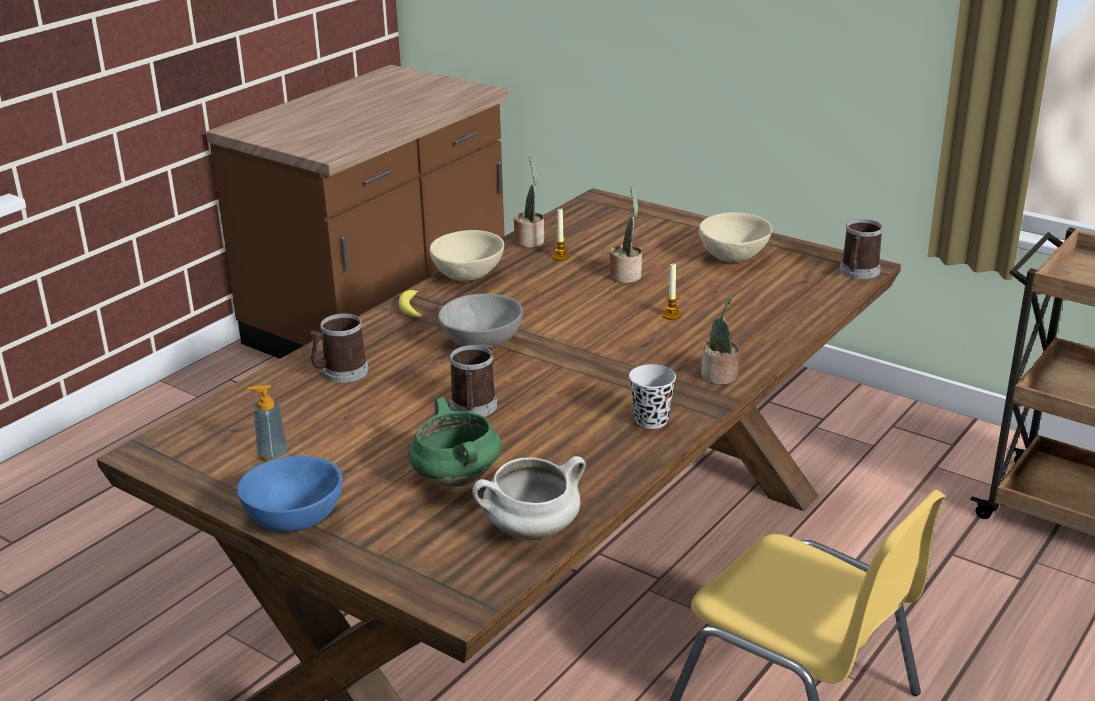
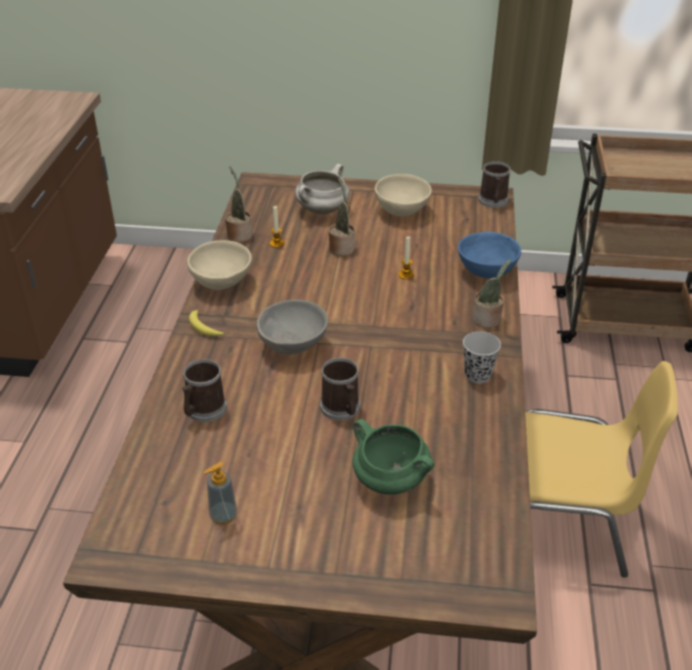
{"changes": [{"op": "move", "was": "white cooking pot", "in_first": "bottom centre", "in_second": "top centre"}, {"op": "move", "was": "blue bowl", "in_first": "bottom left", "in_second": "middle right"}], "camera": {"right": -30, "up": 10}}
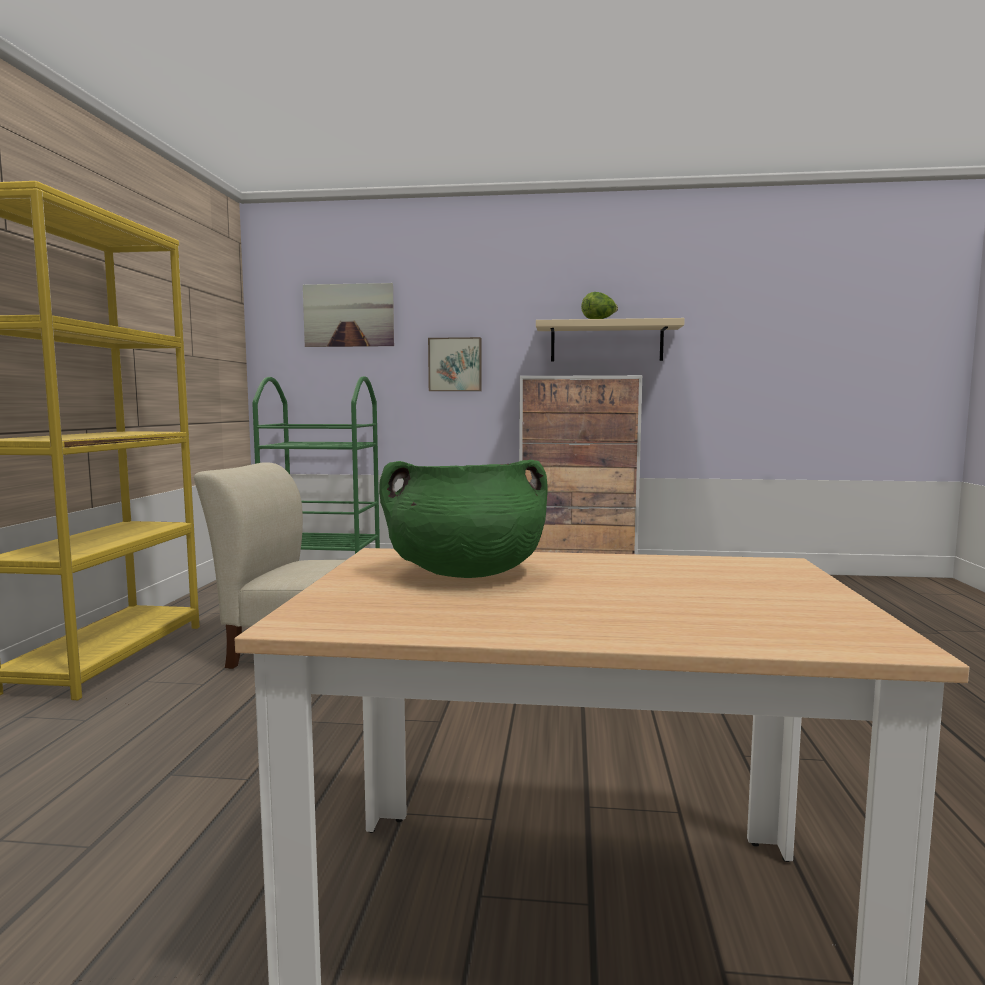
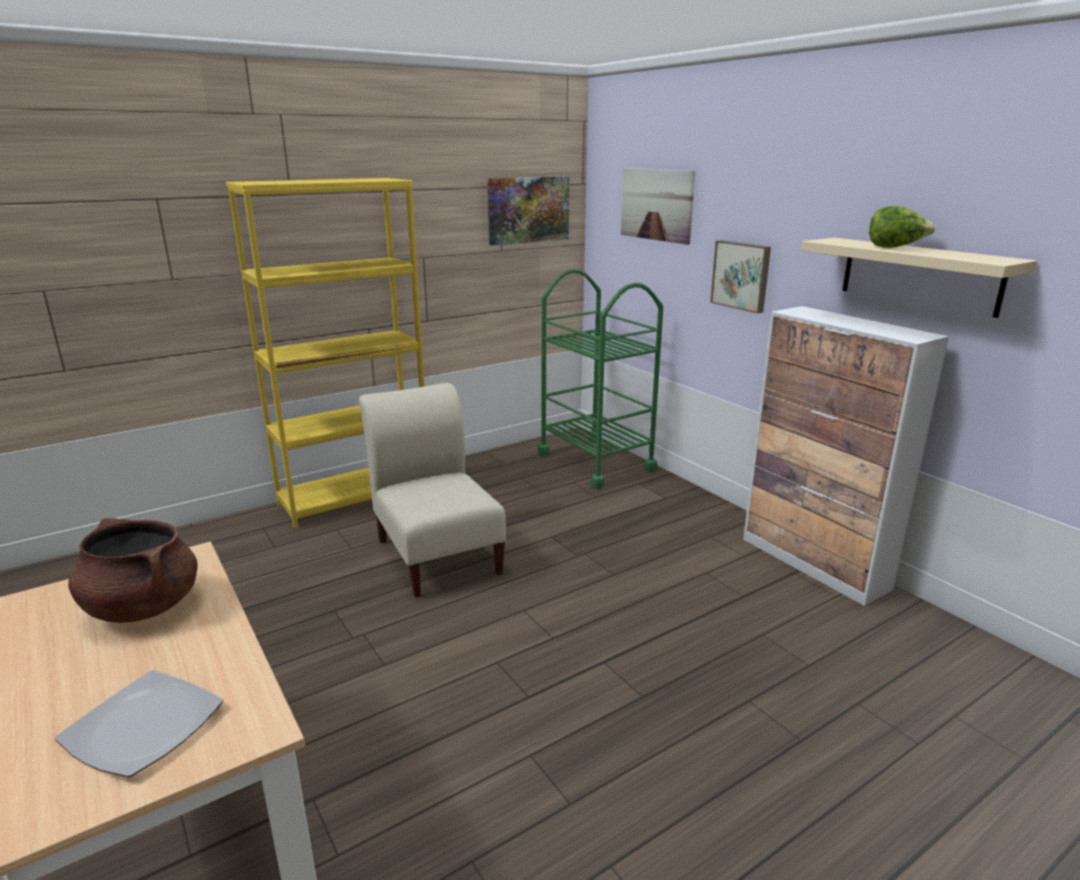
{"changes": [{"op": "insert", "now": "plate", "in_second": "bottom left"}, {"op": "recolor", "was": "green cooking pot", "now": "brown cooking pot", "in_first": "centre", "in_second": "middle left"}, {"op": "insert", "now": "picture (1st from left)", "in_second": "top centre"}], "camera": {"right": 50, "up": 15}}
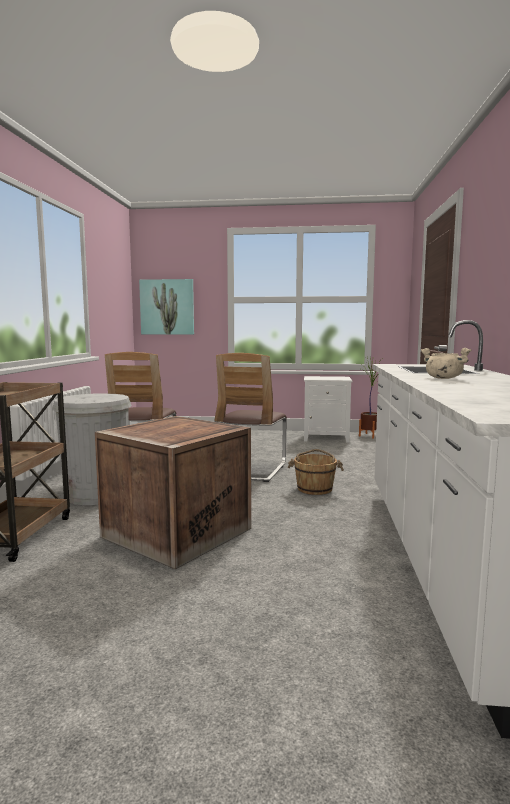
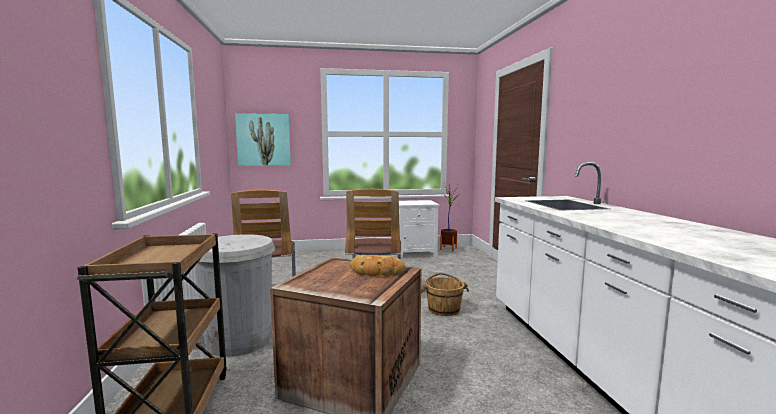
{"changes": [{"op": "insert", "now": "bread", "in_second": "centre"}, {"op": "delete", "was": "beige cooking pot", "in_first": "middle right"}], "camera": {"right": -15, "up": 0}}
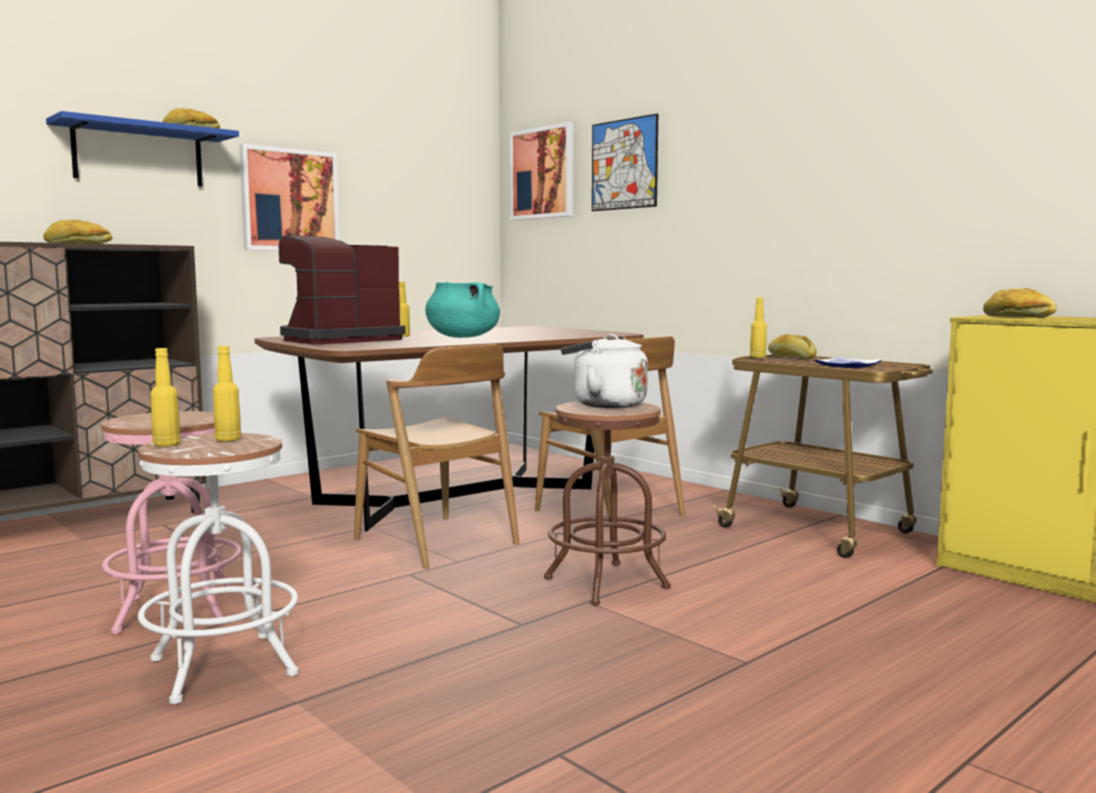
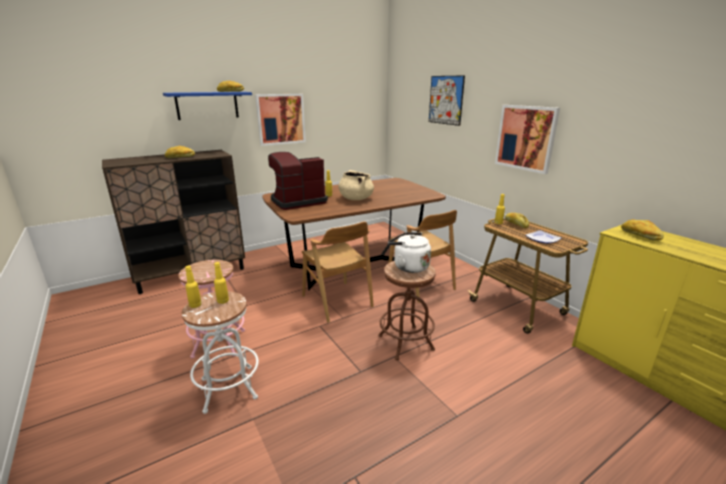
{"changes": [{"op": "recolor", "was": "turquoise cooking pot", "now": "beige cooking pot", "in_first": "centre", "in_second": "centre"}, {"op": "move", "was": "picture (2nd from left in the first image)", "now": "picture (3rd from left)", "in_first": "top centre", "in_second": "top right"}], "camera": {"right": 10, "up": 15}}
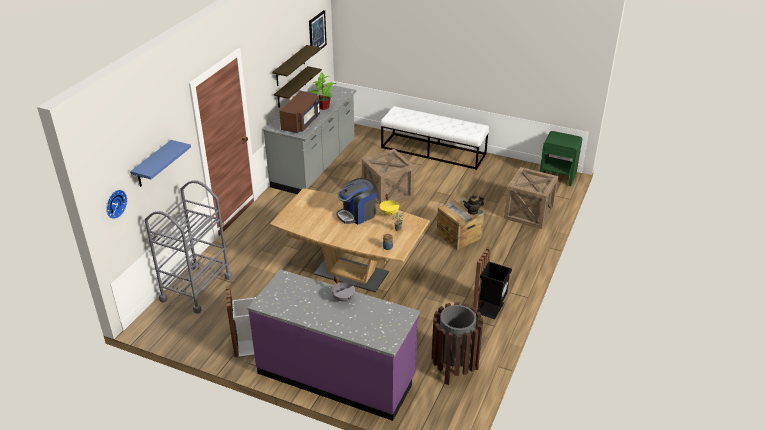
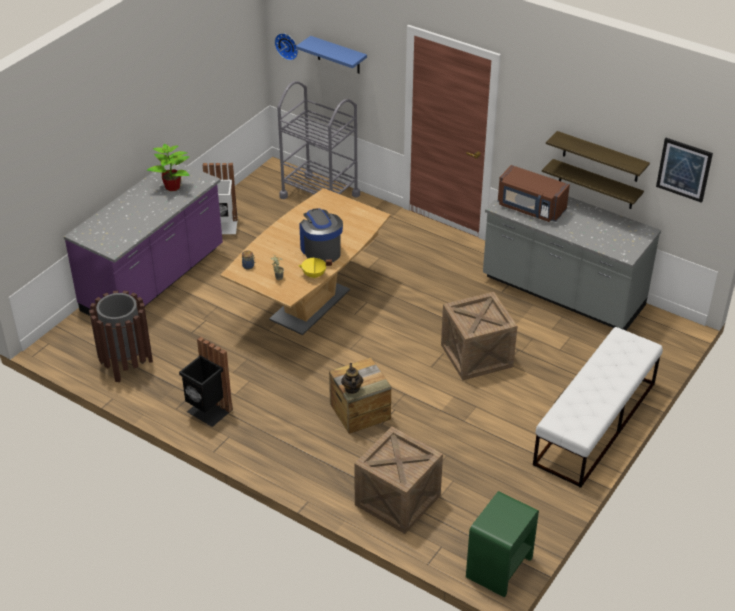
{"changes": [{"op": "move", "was": "potted plant (1st from left)", "in_first": "top centre", "in_second": "top left"}, {"op": "delete", "was": "grey cooking pot", "in_first": "bottom centre"}], "camera": {"right": 100, "up": 5}}
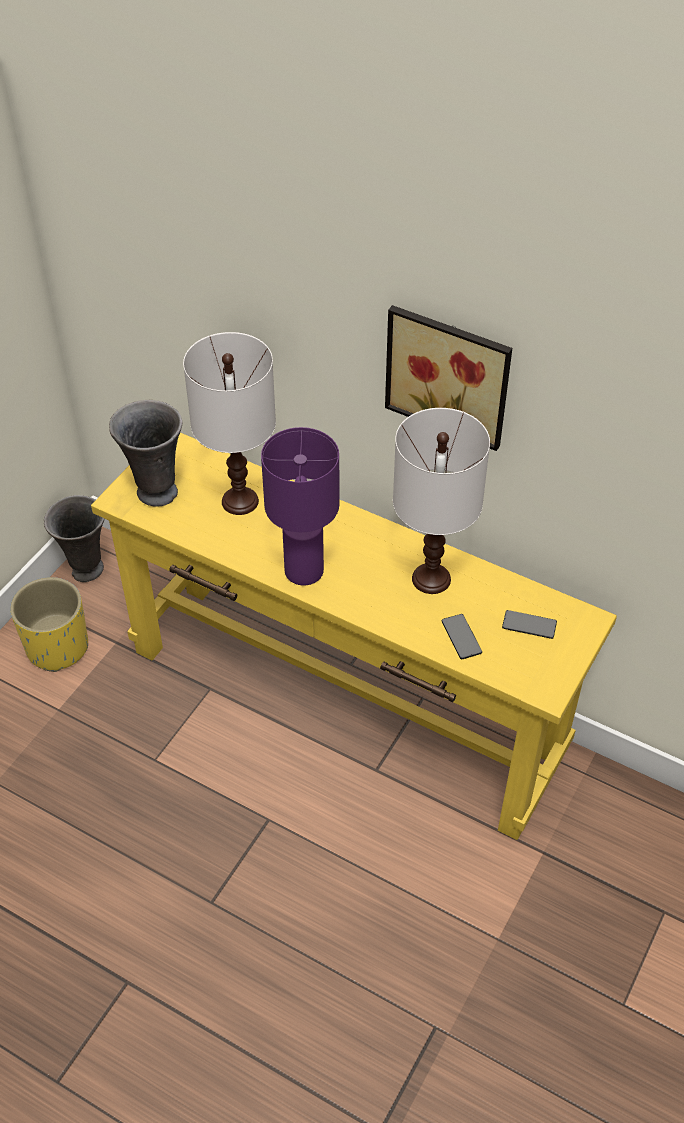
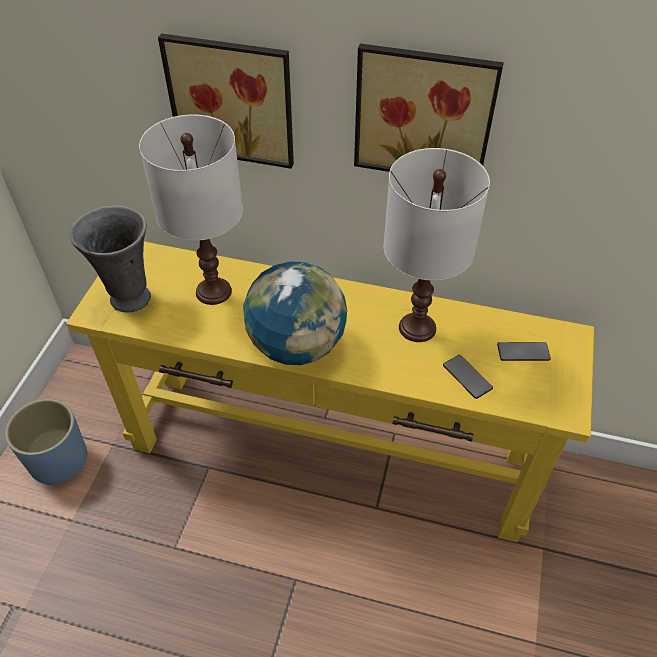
{"changes": [{"op": "recolor", "was": "yellow planter", "now": "blue planter", "in_first": "middle left", "in_second": "bottom left"}, {"op": "insert", "now": "picture (1st from left)", "in_second": "top centre"}, {"op": "replace", "was": "purple table lamp", "now": "globe", "in_first": "centre", "in_second": "centre"}, {"op": "delete", "was": "grey vase (1st from left)", "in_first": "middle left"}], "camera": {"right": -15, "up": 0}}
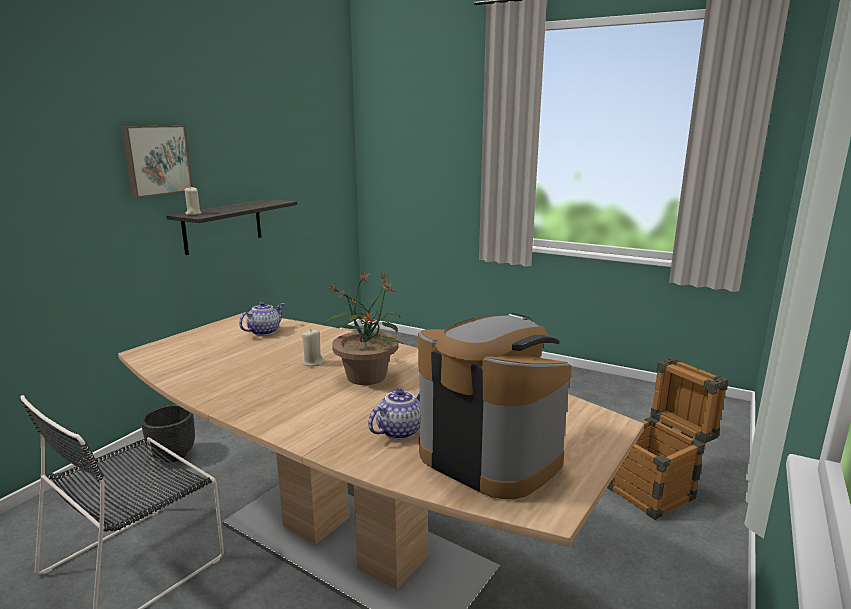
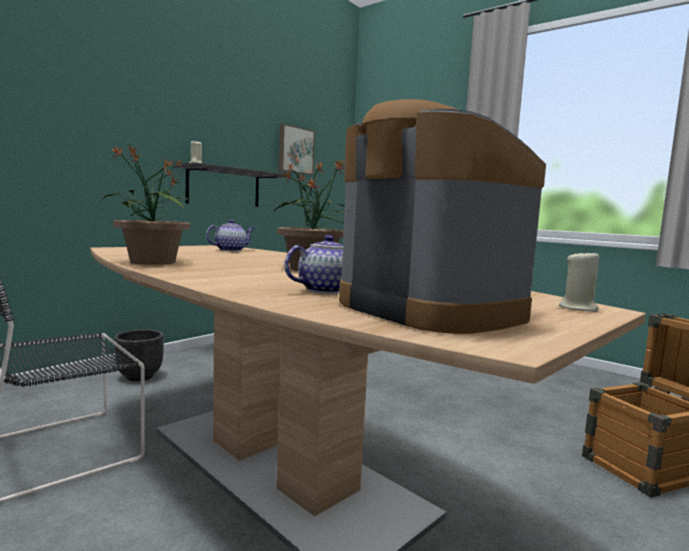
{"changes": [{"op": "insert", "now": "potted plant (1st from left)", "in_second": "middle left"}, {"op": "move", "was": "picture", "in_first": "top left", "in_second": "top centre"}, {"op": "move", "was": "beige candle (2nd from left)", "in_first": "centre", "in_second": "middle right"}], "camera": {"right": 10, "up": -10}}
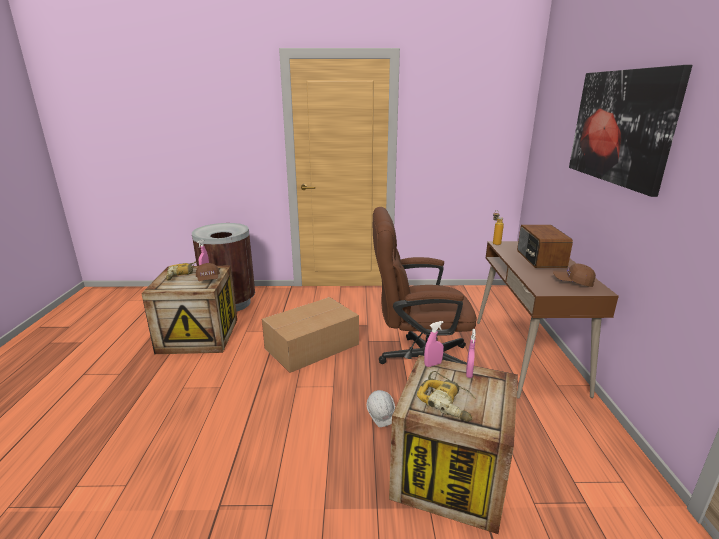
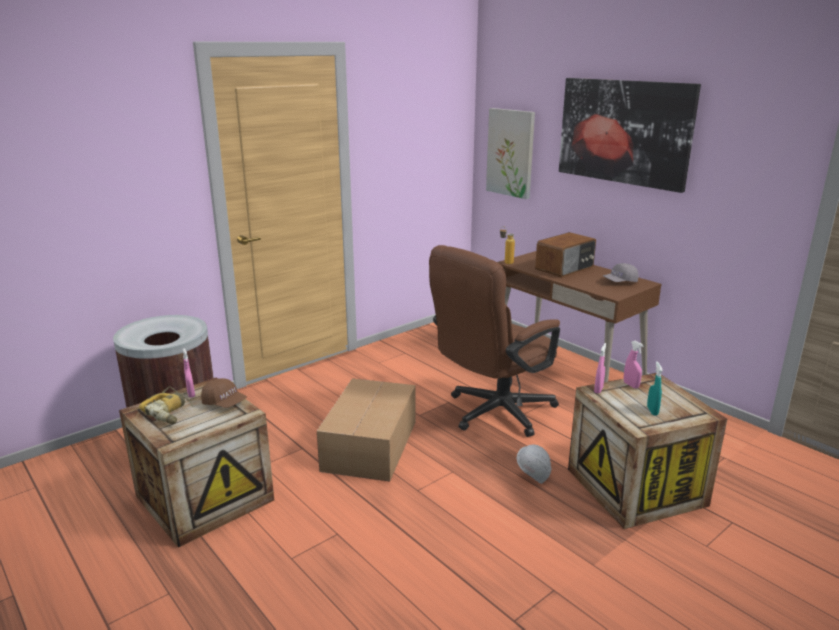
{"changes": [{"op": "insert", "now": "picture (1st from left)", "in_second": "top centre"}, {"op": "rotate", "was": "radio", "in_first": "middle right", "in_second": "middle right", "clockwise": -90}, {"op": "recolor", "was": "brown cap (2nd from left)", "now": "grey cap", "in_first": "middle right", "in_second": "middle right"}, {"op": "replace", "was": "power drill (2nd from left)", "now": "turquoise spray bottle", "in_first": "bottom centre", "in_second": "middle right"}], "camera": {"right": -40, "up": 0}}
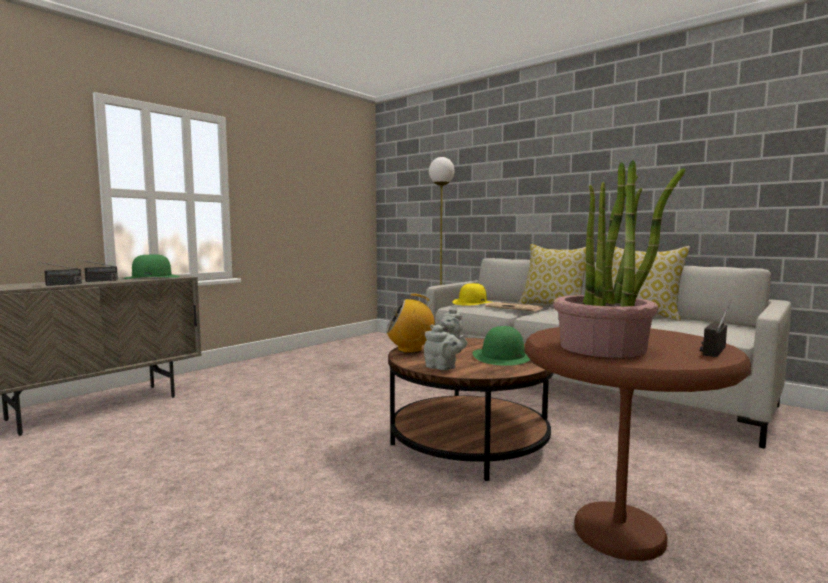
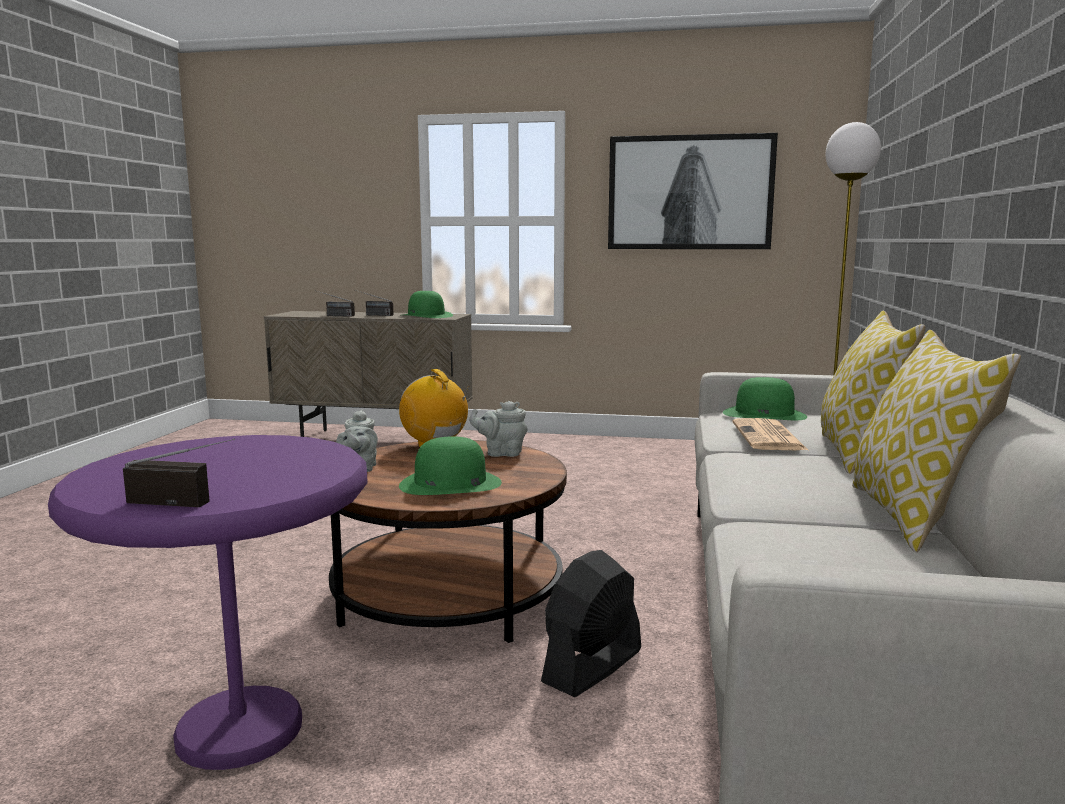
{"changes": [{"op": "recolor", "was": "brown side table", "now": "purple side table", "in_first": "bottom right", "in_second": "bottom left"}, {"op": "insert", "now": "black fan", "in_second": "bottom centre"}, {"op": "insert", "now": "picture", "in_second": "top centre"}, {"op": "recolor", "was": "yellow hat", "now": "green hat (3rd from left)", "in_first": "centre", "in_second": "middle right"}, {"op": "delete", "was": "potted plant", "in_first": "middle right"}], "camera": {"right": 60, "up": 5}}
